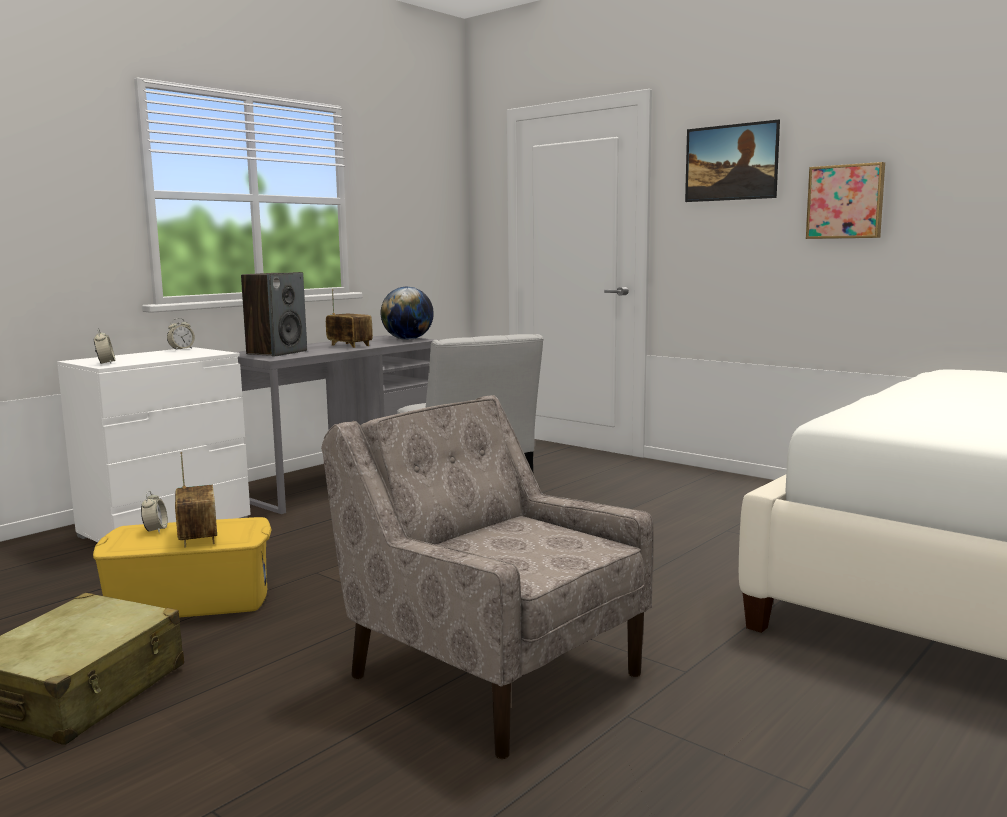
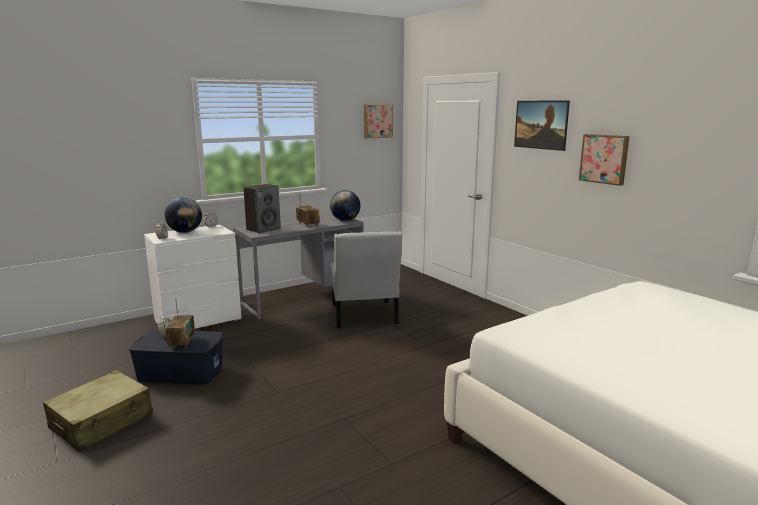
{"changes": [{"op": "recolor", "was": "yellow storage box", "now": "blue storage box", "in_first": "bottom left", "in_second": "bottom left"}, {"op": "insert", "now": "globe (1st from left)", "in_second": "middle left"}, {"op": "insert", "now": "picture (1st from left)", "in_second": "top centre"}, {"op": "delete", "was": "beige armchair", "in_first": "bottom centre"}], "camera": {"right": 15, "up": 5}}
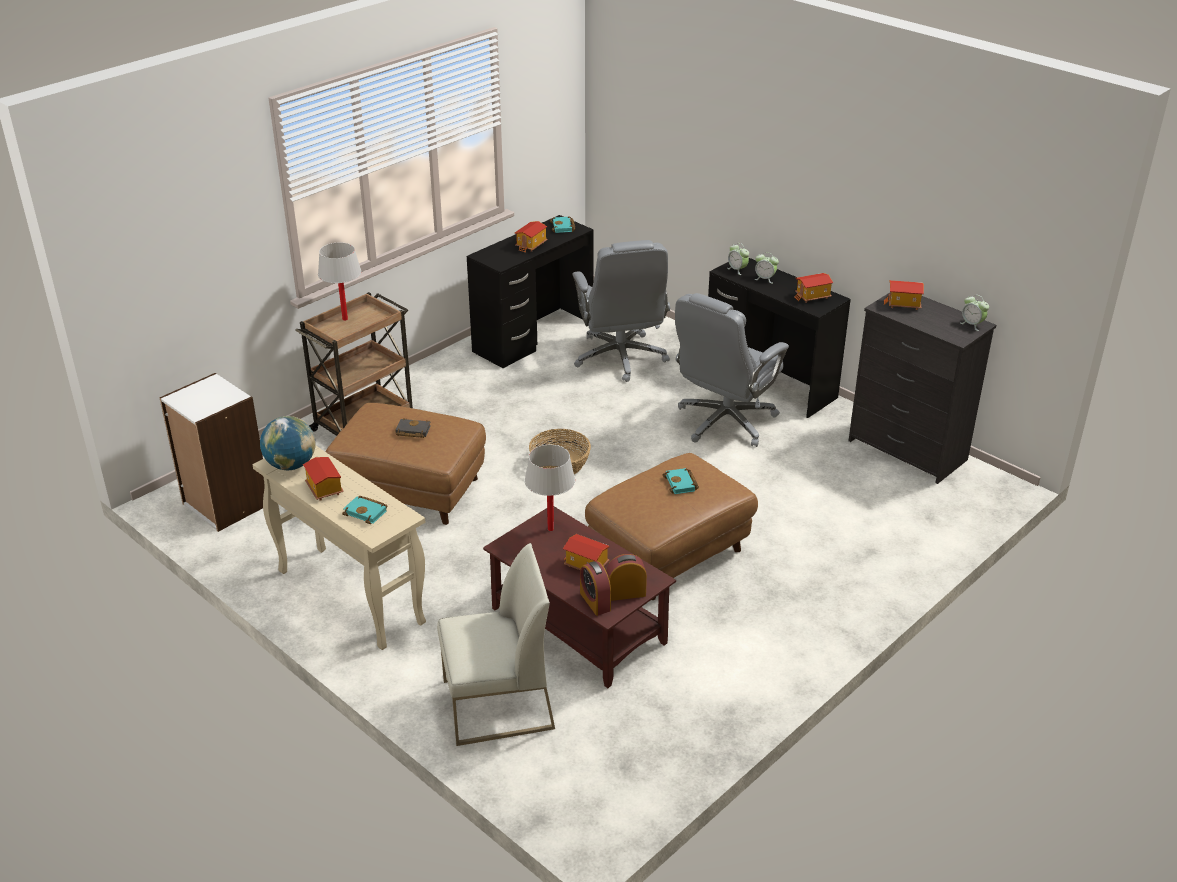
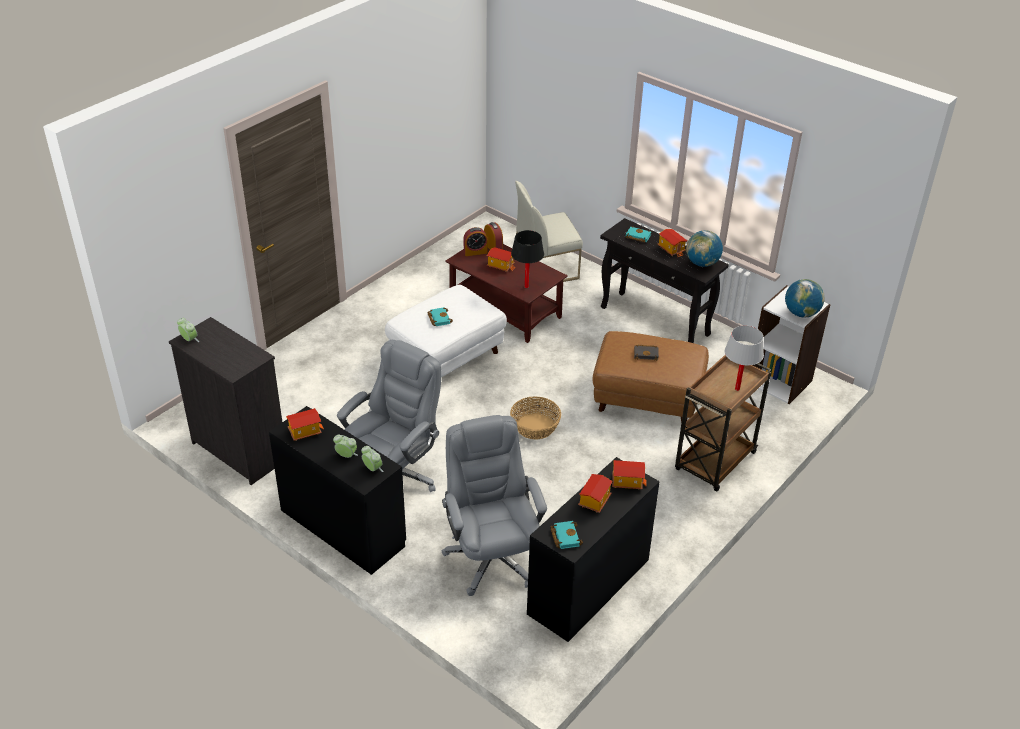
{"changes": [{"op": "recolor", "was": "brown ottoman (2nd from left)", "now": "white ottoman", "in_first": "centre", "in_second": "centre"}, {"op": "recolor", "was": "white table lamp (2nd from left)", "now": "black table lamp", "in_first": "centre", "in_second": "centre"}, {"op": "recolor", "was": "beige console table", "now": "black console table", "in_first": "middle left", "in_second": "centre"}, {"op": "move", "was": "toy house (5th from left in the first image)", "now": "toy house (4th from left)", "in_first": "middle right", "in_second": "centre"}, {"op": "insert", "now": "globe (2nd from left)", "in_second": "middle right"}], "camera": {"right": 175, "up": 5}}
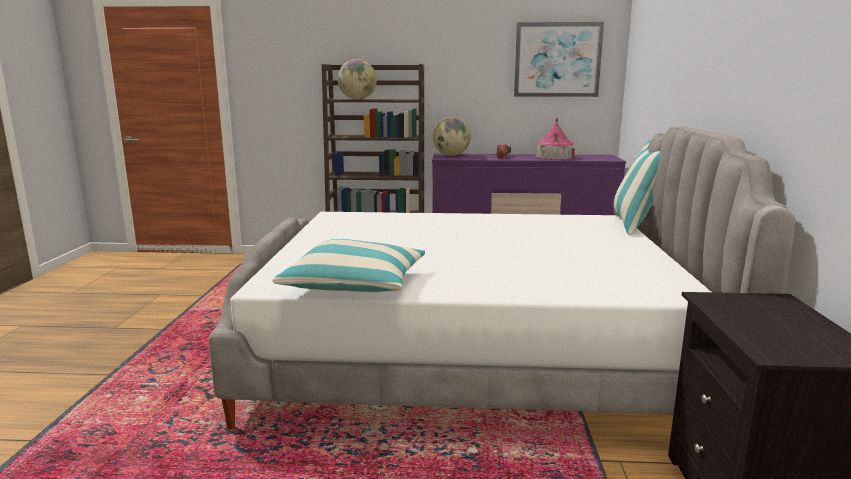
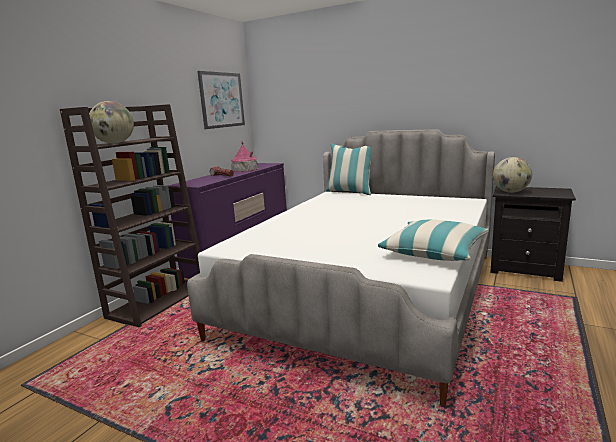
{"changes": [{"op": "move", "was": "globe (2nd from left)", "in_first": "top centre", "in_second": "middle right"}], "camera": {"right": -65, "up": 0}}
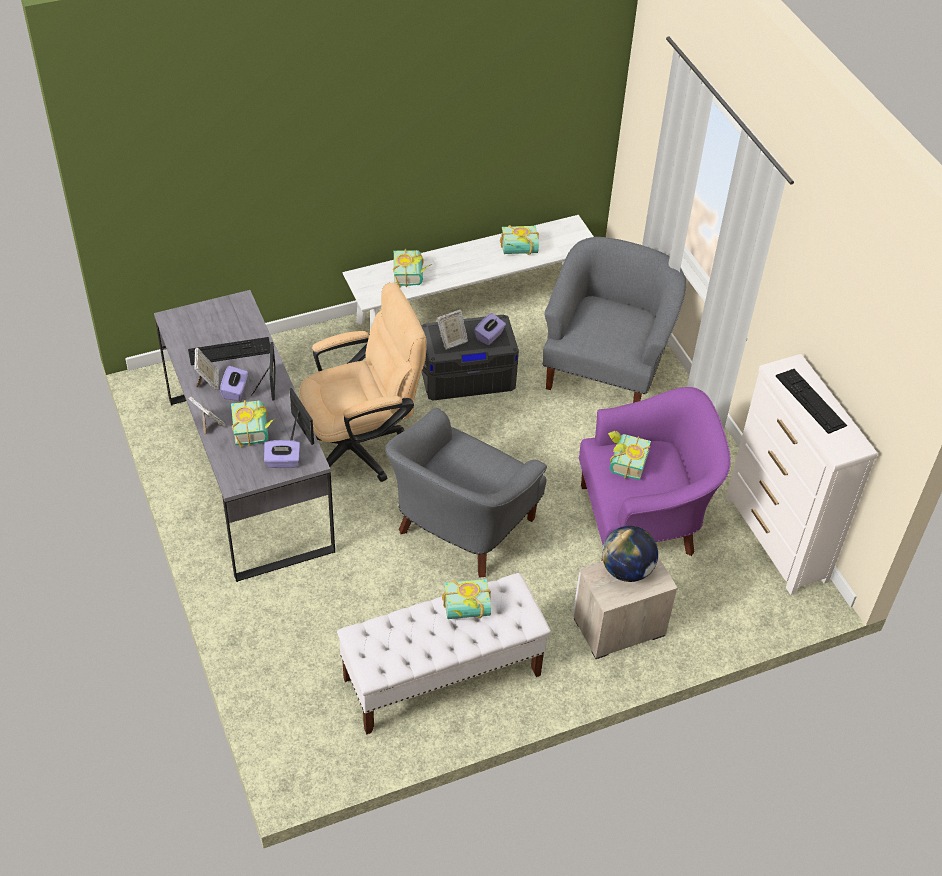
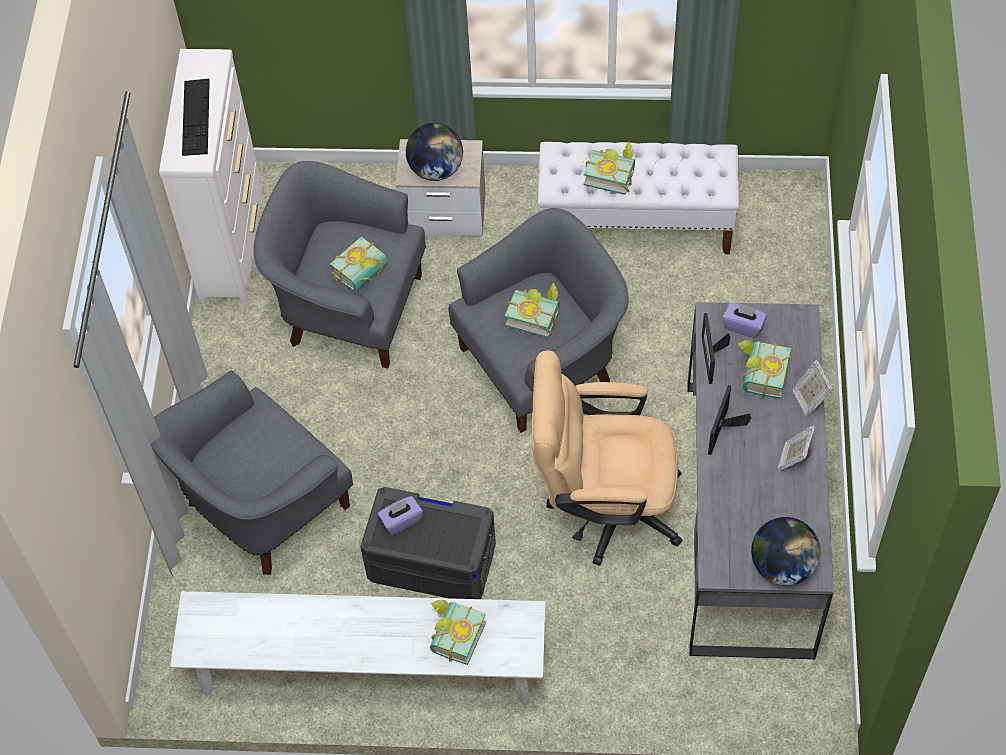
{"changes": [{"op": "recolor", "was": "purple armchair", "now": "grey armchair (2nd from left)", "in_first": "middle right", "in_second": "centre"}, {"op": "move", "was": "book (4th from left in the first image)", "now": "book (3rd from left)", "in_first": "top centre", "in_second": "centre"}, {"op": "insert", "now": "globe (2nd from left)", "in_second": "bottom right"}, {"op": "delete", "was": "keyboard (1st from left)", "in_first": "middle left"}, {"op": "delete", "was": "purple tissue box (1st from left)", "in_first": "middle left"}, {"op": "delete", "was": "picture frame (5th from left)", "in_first": "centre"}], "camera": {"right": -150, "up": 10}}
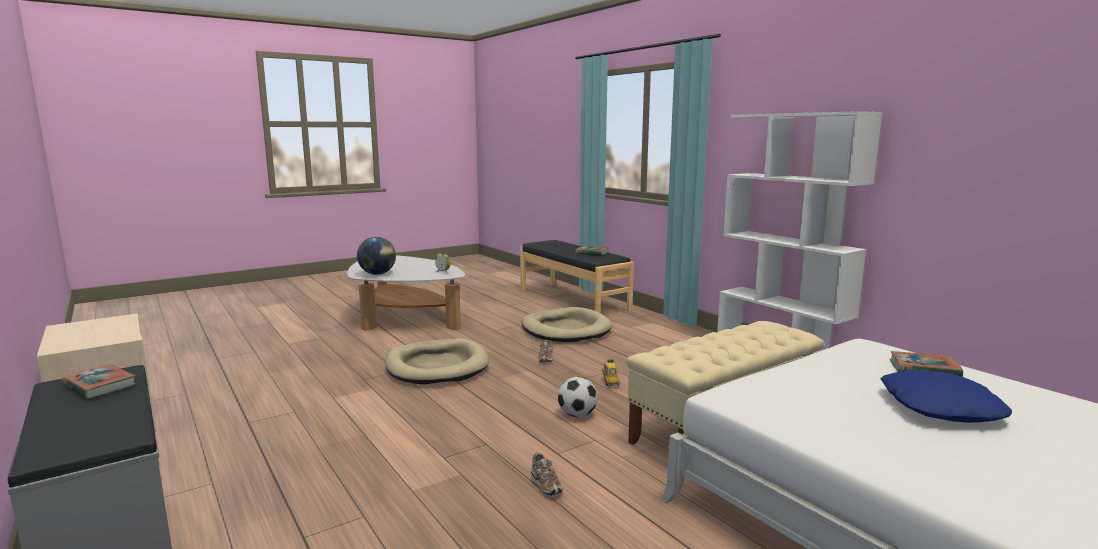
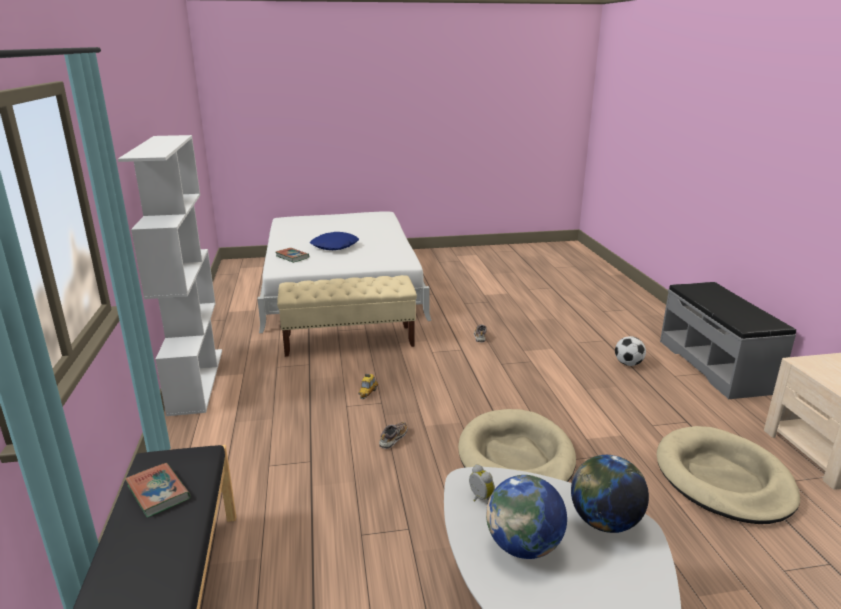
{"changes": [{"op": "insert", "now": "globe (1st from left)", "in_second": "bottom centre"}, {"op": "move", "was": "football", "in_first": "bottom centre", "in_second": "middle right"}, {"op": "move", "was": "beige dog bed (2nd from left)", "in_first": "centre", "in_second": "bottom right"}, {"op": "delete", "was": "book (1st from left)", "in_first": "bottom left"}], "camera": {"right": -155, "up": 10}}
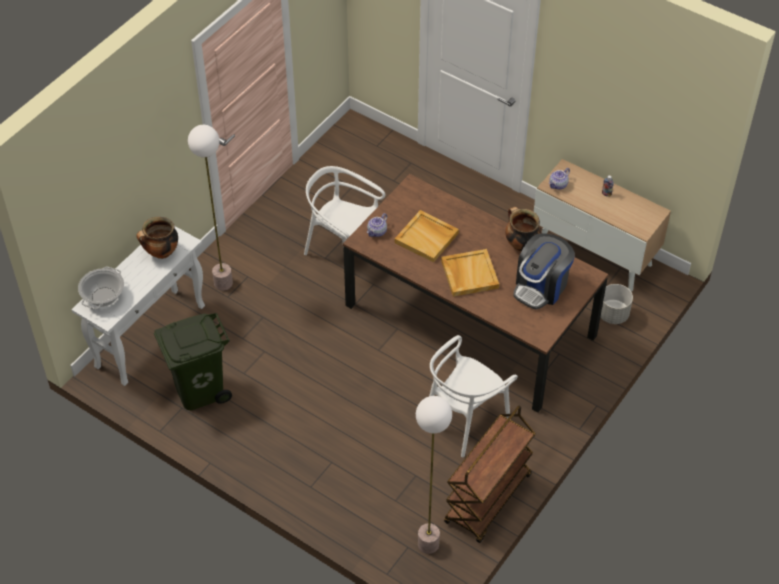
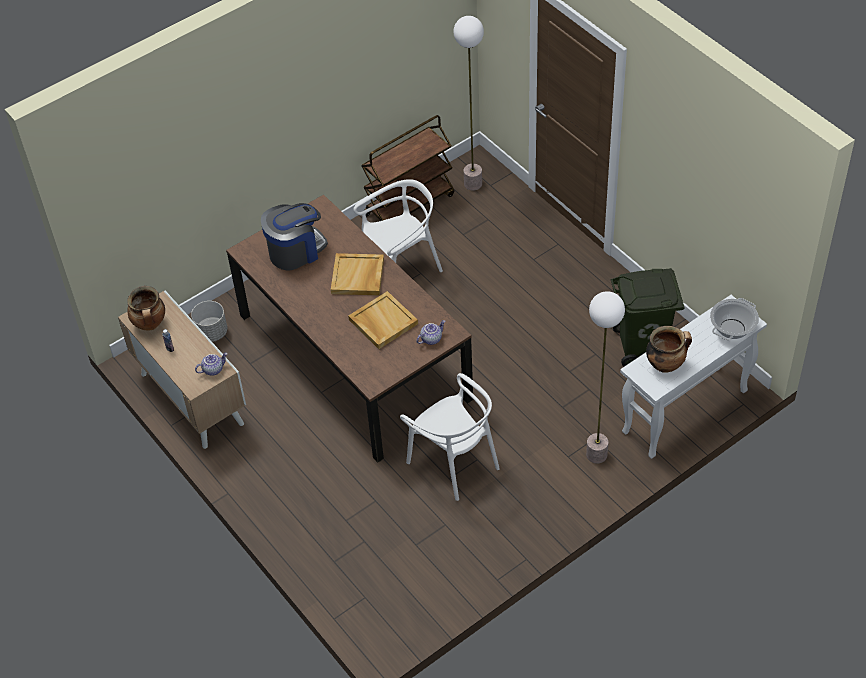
{"changes": [{"op": "move", "was": "cooking pot (3rd from left in the first image)", "now": "cooking pot (1st from left)", "in_first": "middle right", "in_second": "middle left"}], "camera": {"right": -160, "up": 0}}
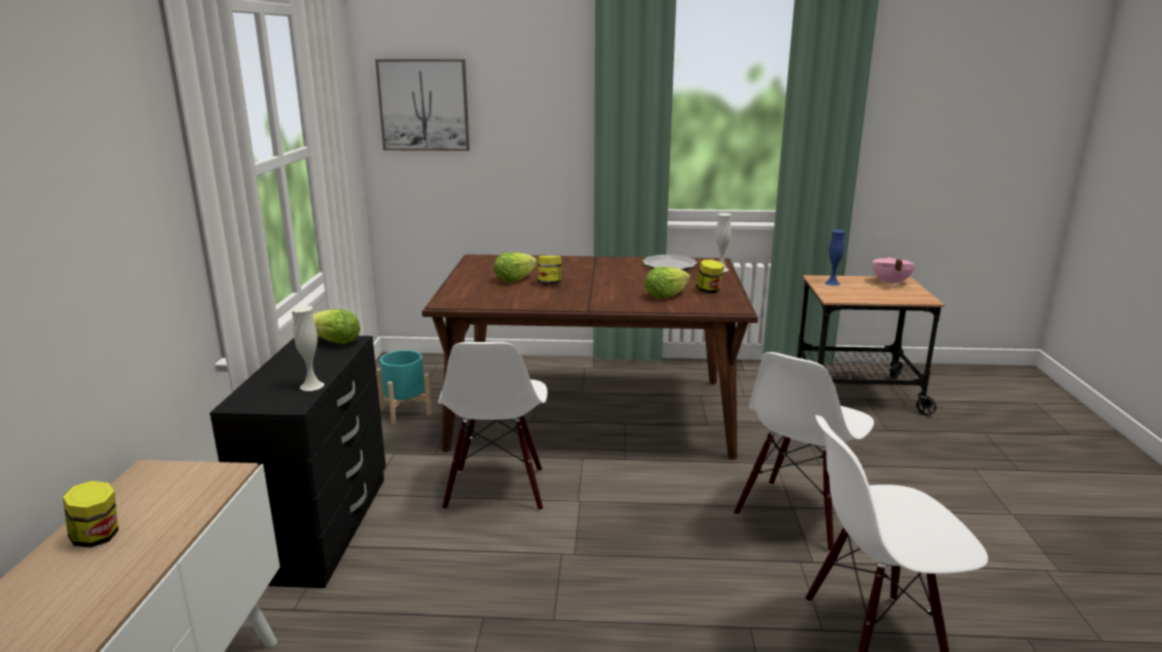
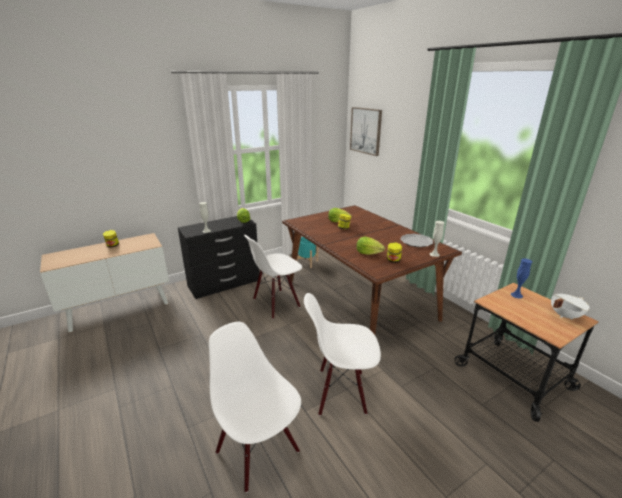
{"changes": [{"op": "recolor", "was": "pink cooking pot", "now": "white cooking pot", "in_first": "middle right", "in_second": "middle right"}], "camera": {"right": 55, "up": 5}}
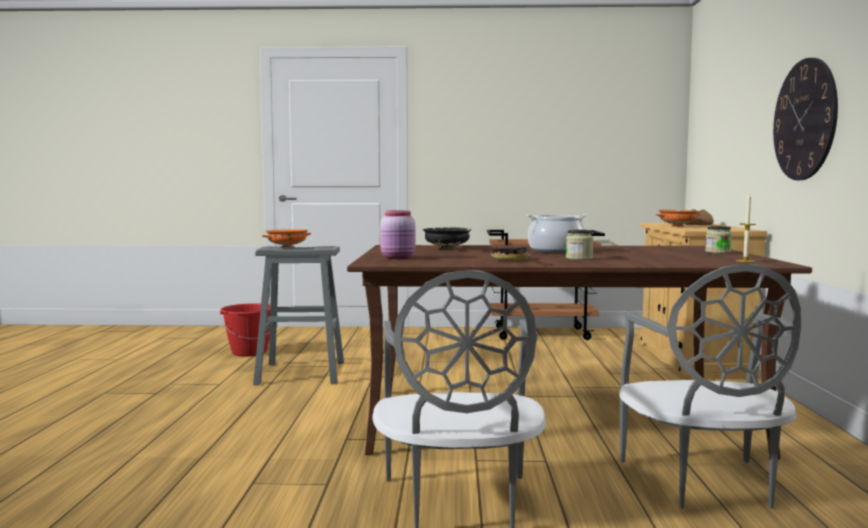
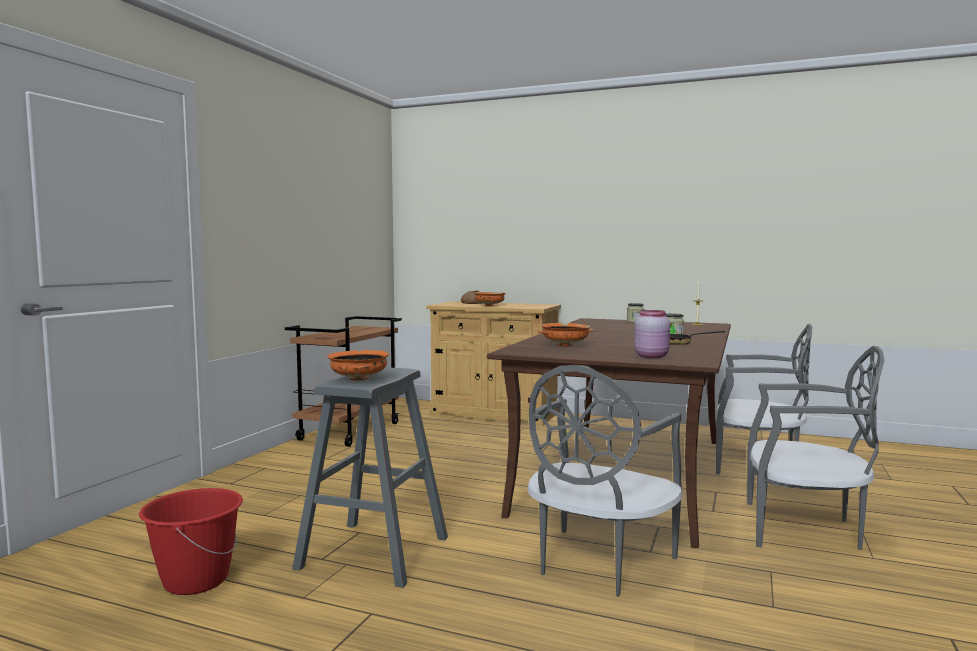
{"changes": [{"op": "insert", "now": "grey chair (1st from left)", "in_second": "bottom centre"}, {"op": "recolor", "was": "black bowl", "now": "orange bowl (3rd from left)", "in_first": "centre", "in_second": "centre"}, {"op": "delete", "was": "cooking pot", "in_first": "centre"}, {"op": "delete", "was": "wall clock", "in_first": "top right"}], "camera": {"right": -70, "up": 0}}
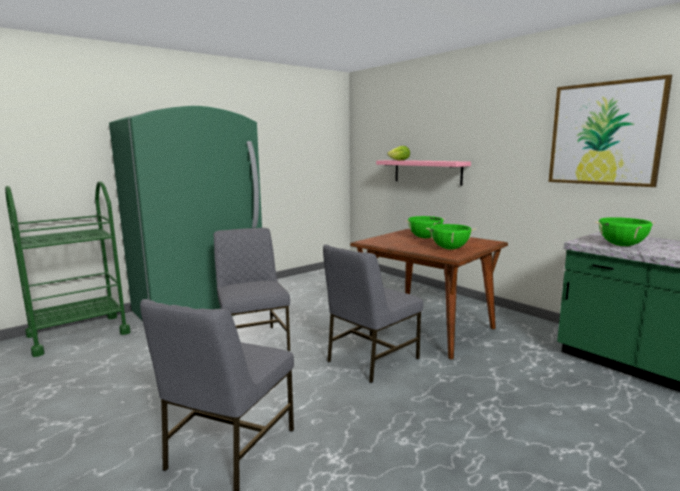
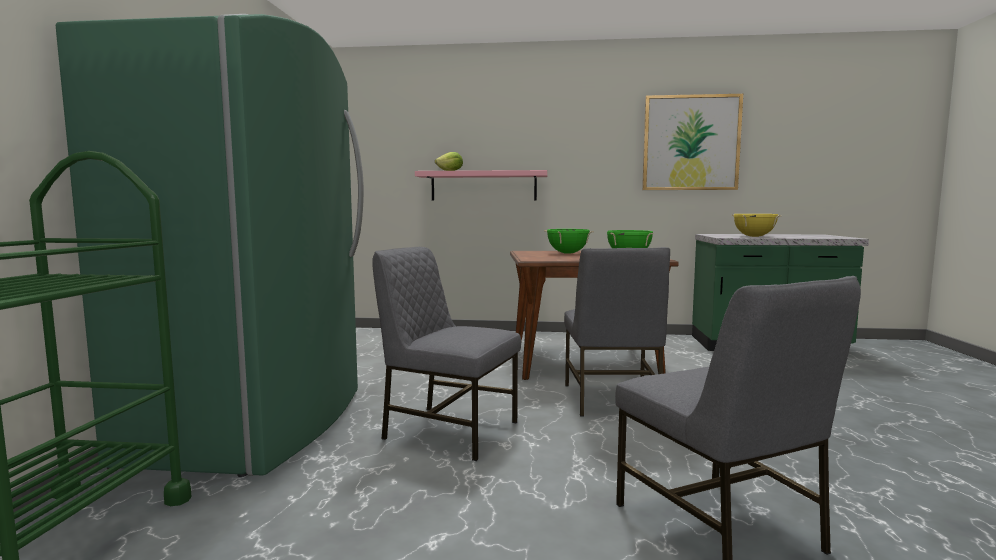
{"changes": [{"op": "recolor", "was": "green cooking pot (3rd from left)", "now": "yellow cooking pot", "in_first": "middle right", "in_second": "middle right"}], "camera": {"right": -45, "up": -5}}
